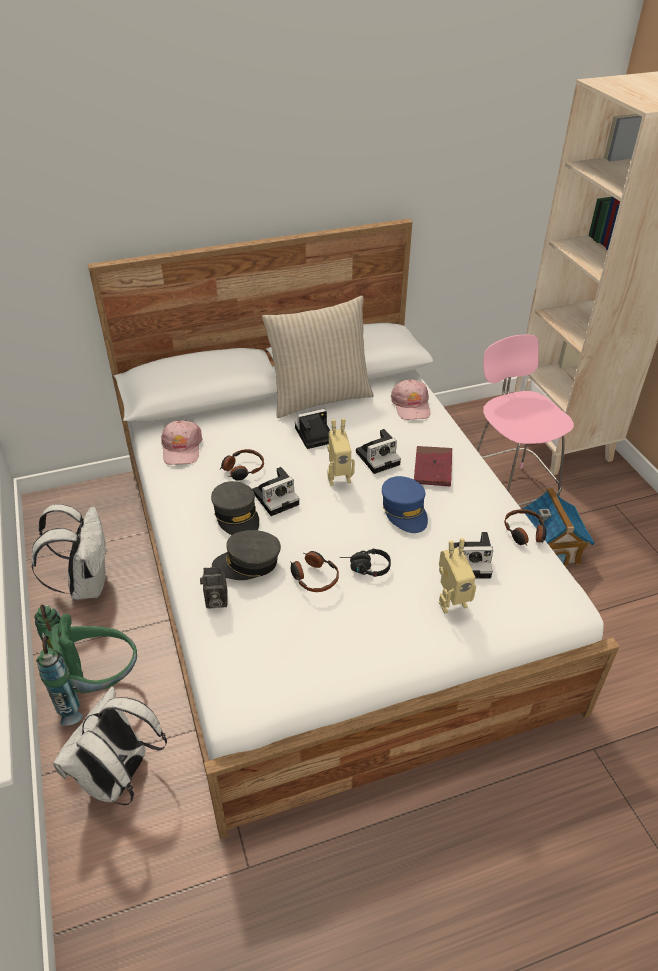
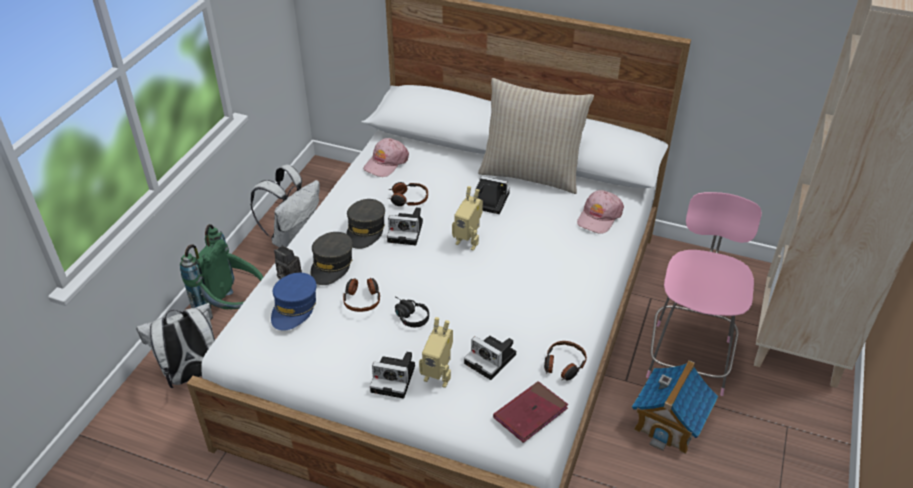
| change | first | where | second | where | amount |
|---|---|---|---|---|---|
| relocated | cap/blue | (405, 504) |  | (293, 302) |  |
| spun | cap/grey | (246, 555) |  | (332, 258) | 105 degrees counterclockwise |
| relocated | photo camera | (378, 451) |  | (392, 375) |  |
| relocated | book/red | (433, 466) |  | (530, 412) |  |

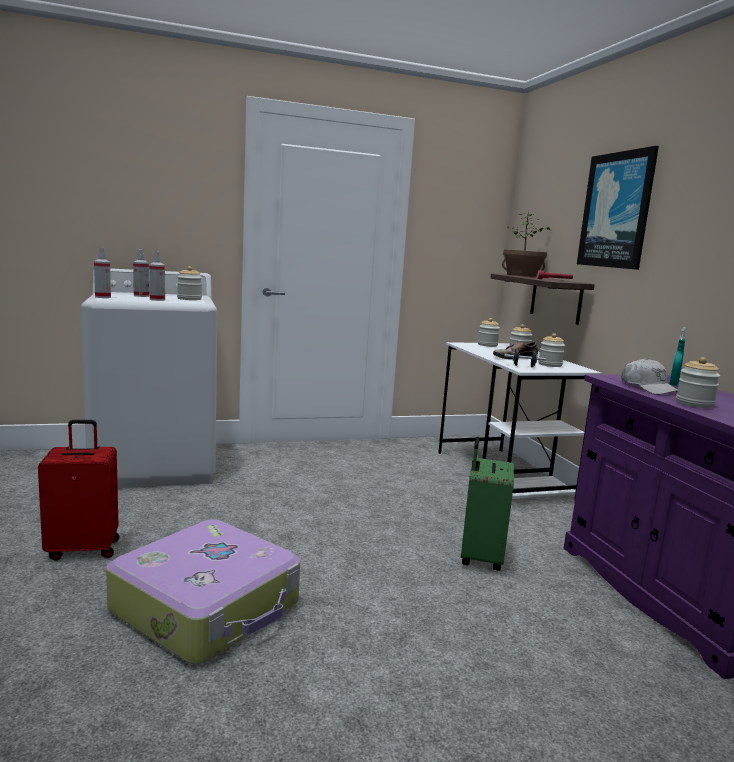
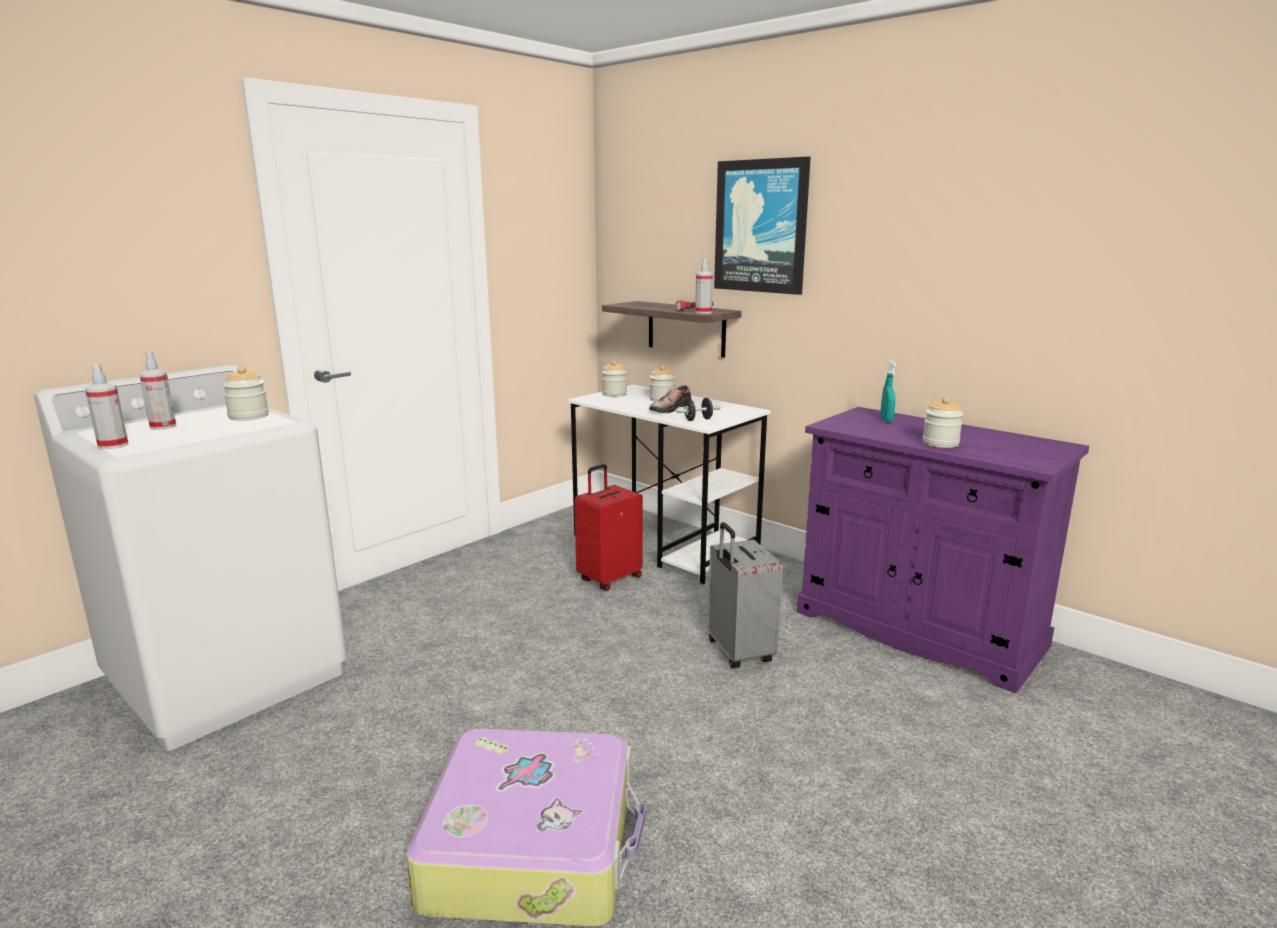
| change | first | where | second | where | amount |
|---|---|---|---|---|---|
| relocated | suitcase/red | (78, 490) |  | (608, 527) |  |
| relocated | spray bottle | (157, 276) |  | (704, 286) |  |
| colour | suitcase/green | (487, 504) | suitcase/grey | (745, 595) |  |
| missing | potted plant | (526, 244) |  |  |  |
| missing | jar | (551, 350) |  |  |  |
| missing | cap/white | (649, 376) |  |  |  |

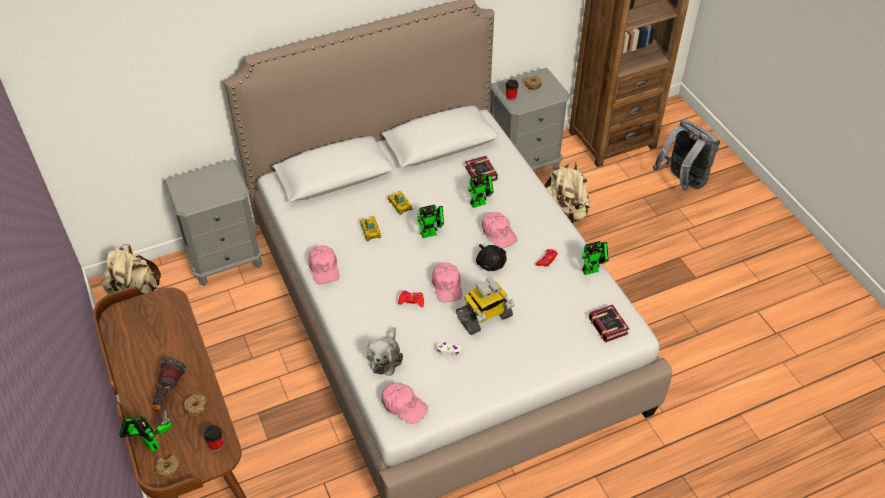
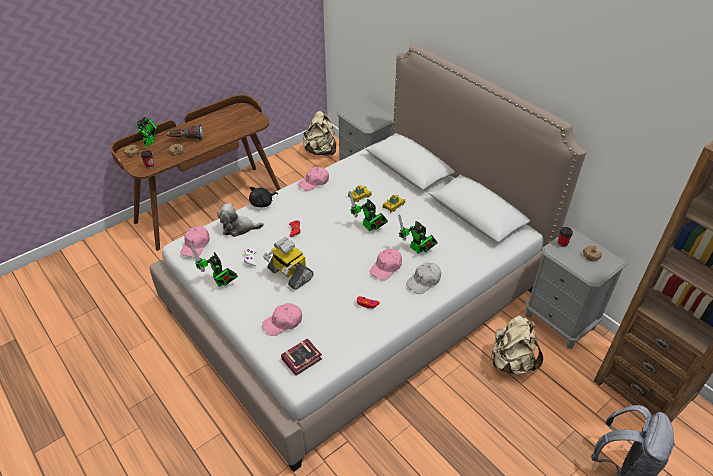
| change | first | where | second | where | amount |
|---|---|---|---|---|---|
| relocated | toy robot | (595, 258) |  | (214, 266) |  |
| relocated | plush toy/black | (491, 257) |  | (263, 197) |  |
| relocated | cap/pink | (447, 282) |  | (282, 319) |  |
| appeared |  |  | cap/white | (423, 278) |  |
| missing | book | (481, 168) |  |  |  |

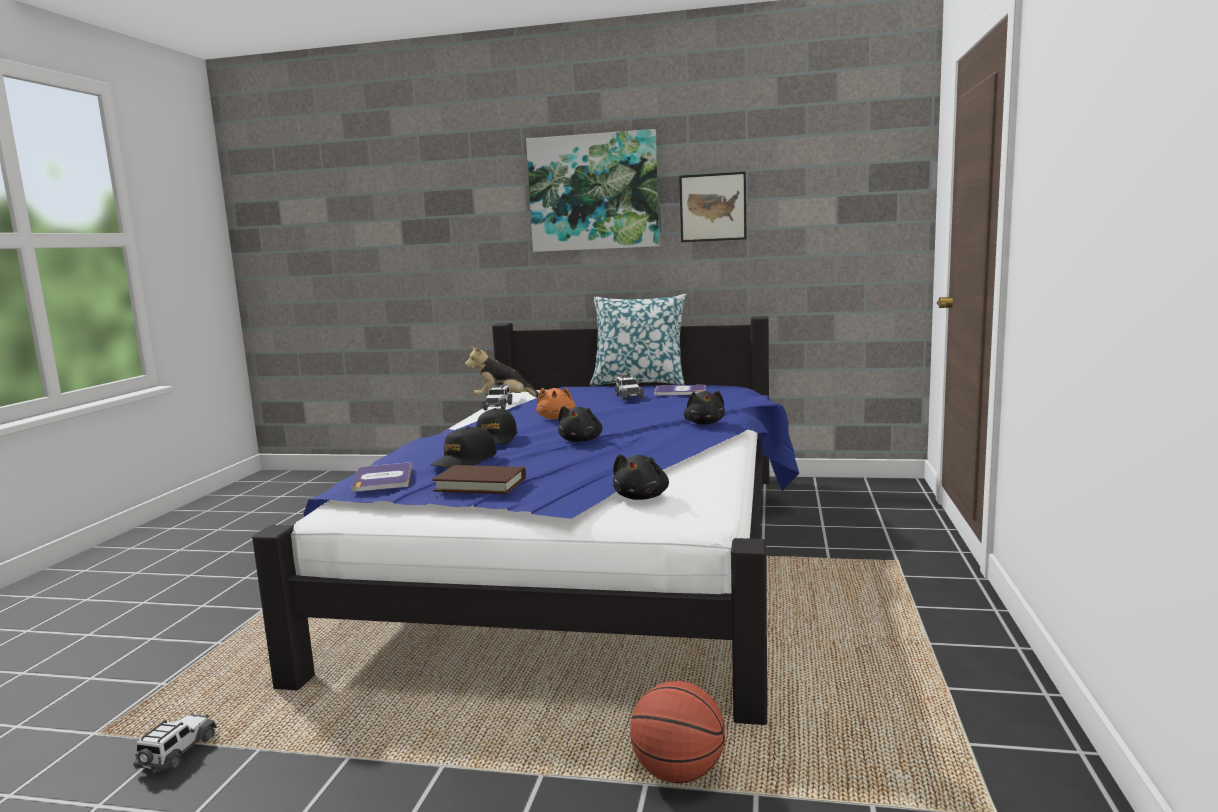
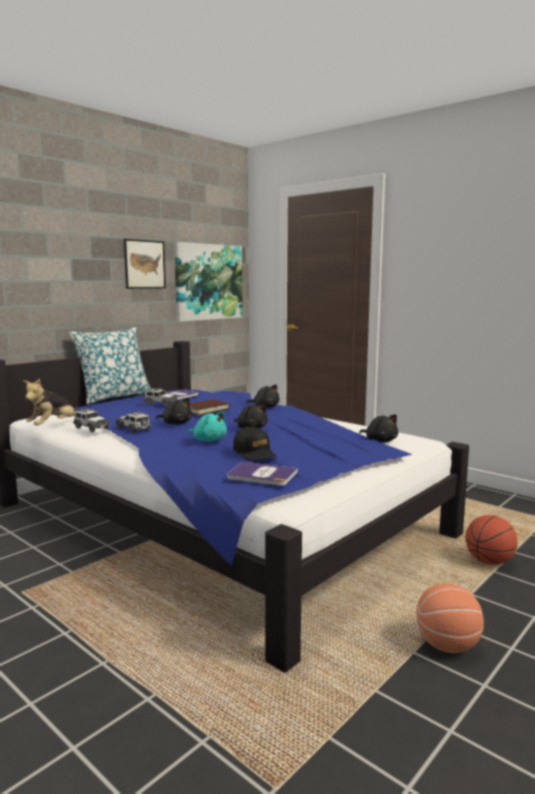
| change | first | where | second | where | amount |
|---|---|---|---|---|---|
| relocated | toy car | (175, 743) |  | (133, 422) |  |
| colour | plush toy/orange | (556, 403) | plush toy/black | (174, 411) |  |
| relocated | picture | (593, 190) |  | (208, 282) |  |
| exchanged | cap/black | (496, 426) | plush toy/turquoise | (207, 427) |  |
| relocated | book/brown | (479, 479) |  | (209, 407) |  |
| appeared |  |  | basketball | (450, 618) |  |

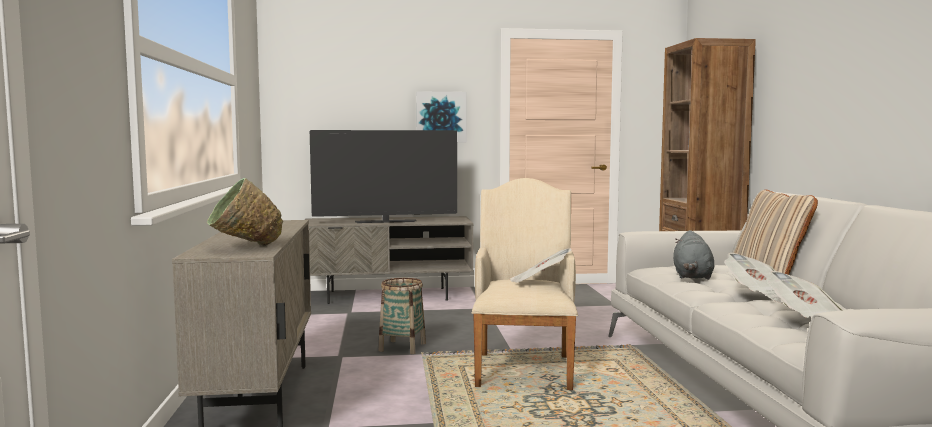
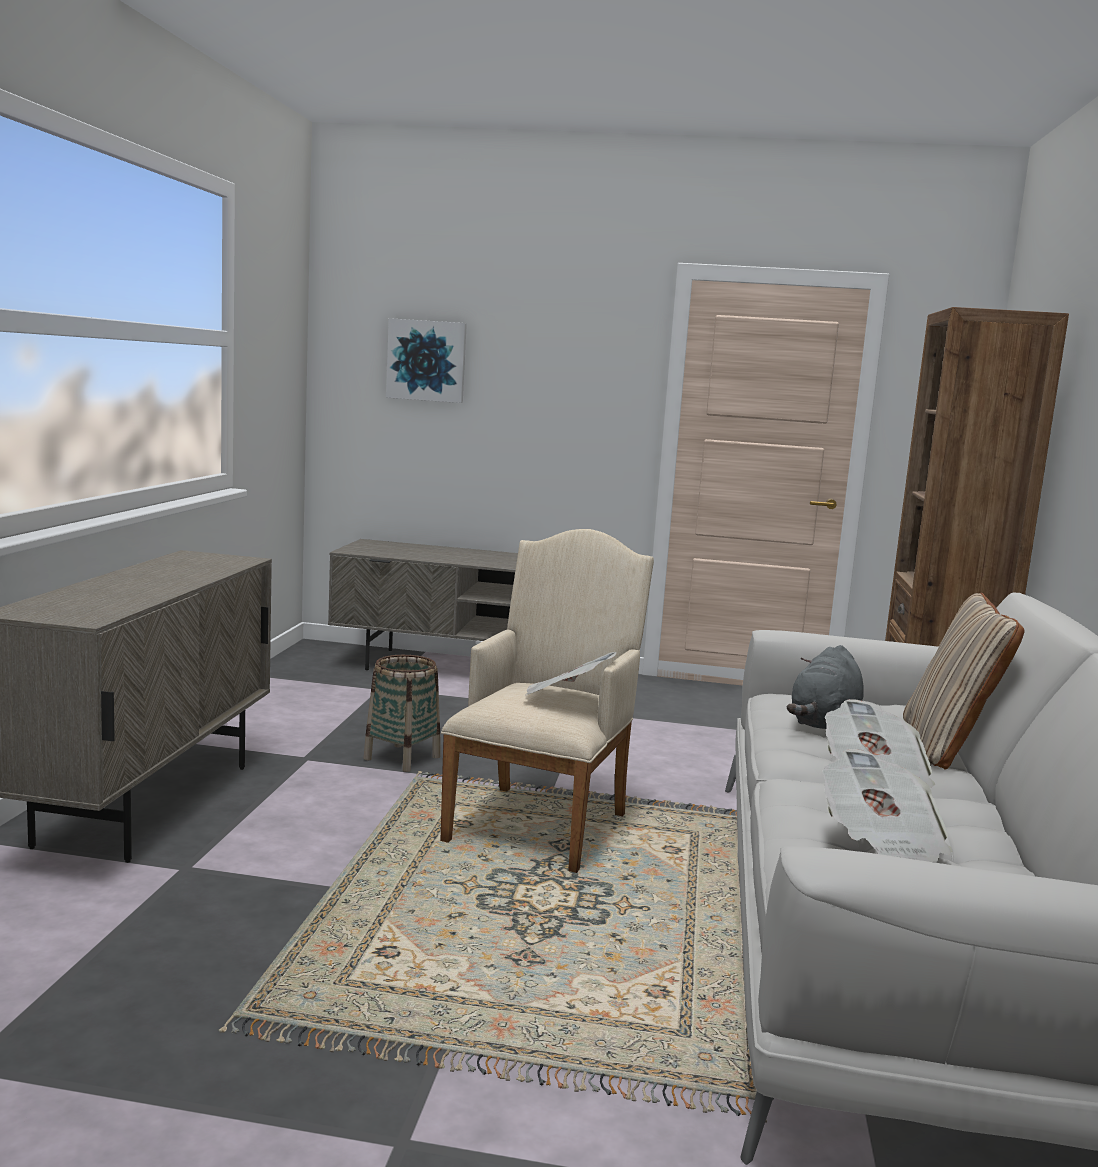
| change | first | where | second | where | amount |
|---|---|---|---|---|---|
| relocated | picture | (441, 116) |  | (426, 360) |  |
| missing | bowl/green | (245, 212) |  |  |  |
| missing | television | (383, 176) |  |  |  |

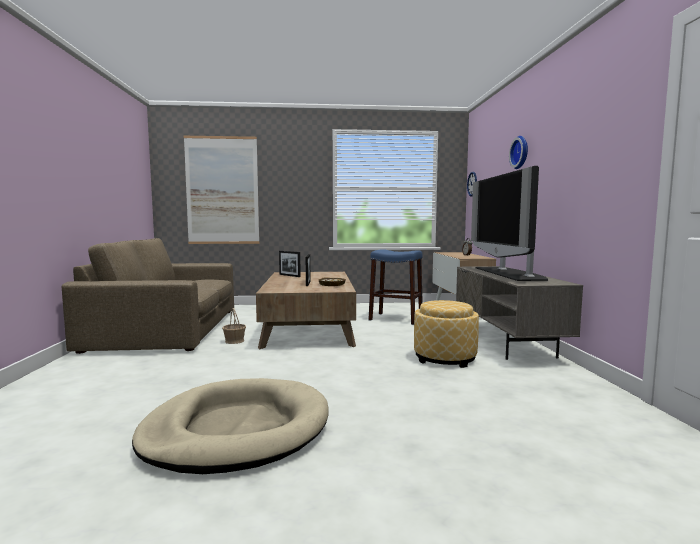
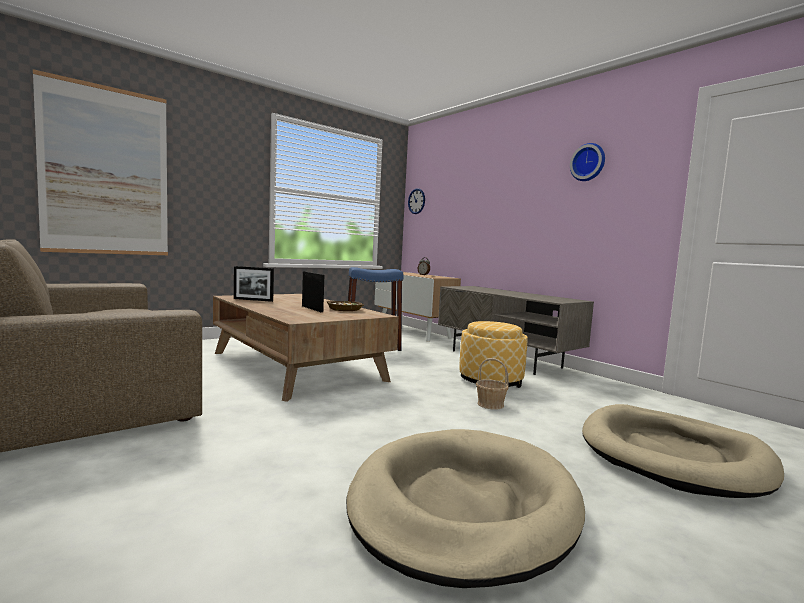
| change | first | where | second | where | amount |
|---|---|---|---|---|---|
| relocated | basket | (234, 326) |  | (492, 384) |  |
| relocated | wall clock | (518, 152) |  | (587, 162) |  |
| appeared |  |  | dog bed/beige | (683, 451) |  |
| missing | television | (509, 223) |  |  |  |

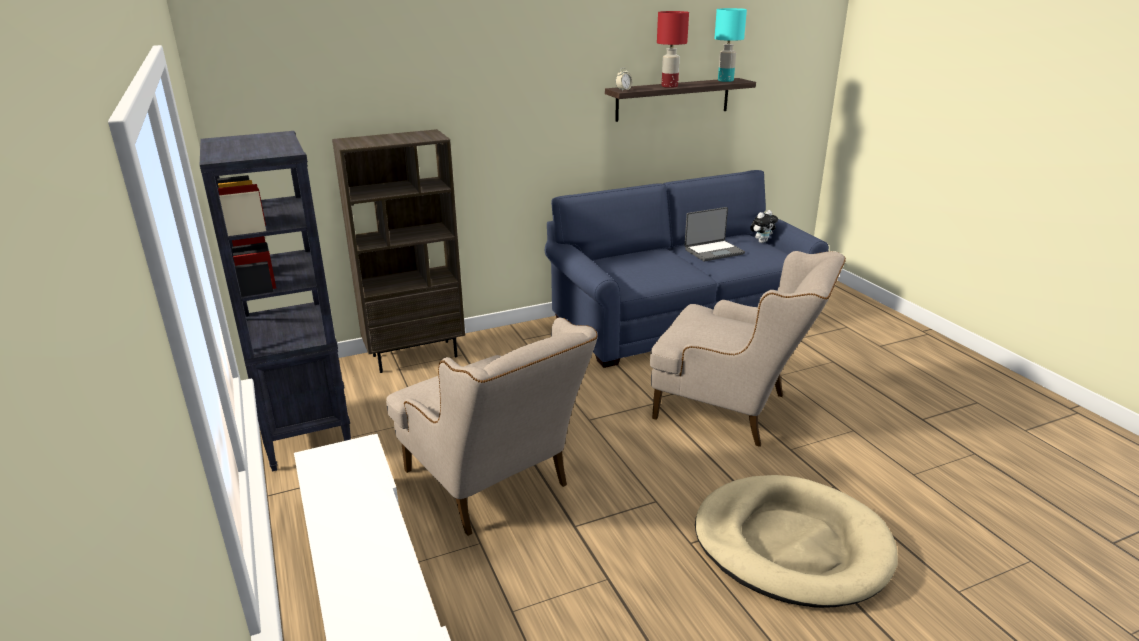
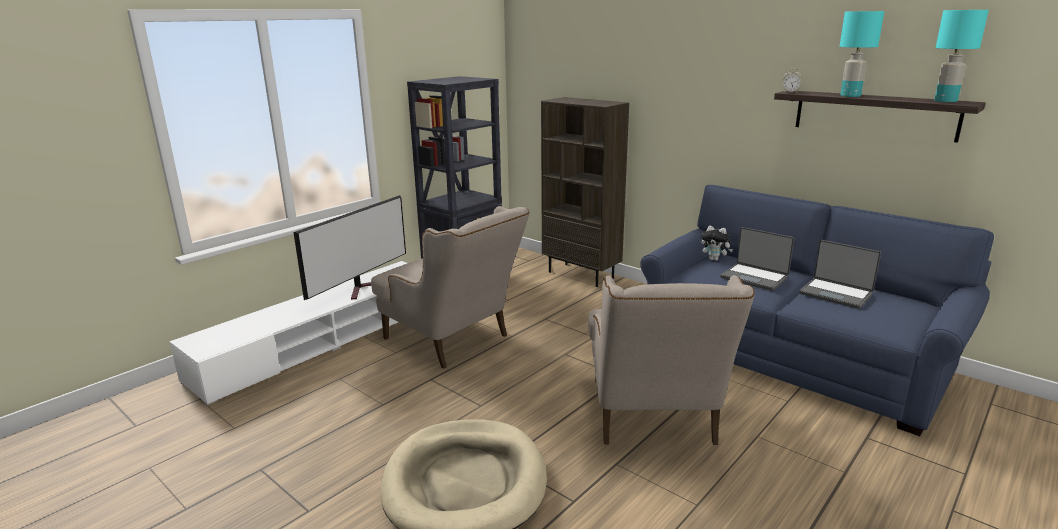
| change | first | where | second | where | amount |
|---|---|---|---|---|---|
| appeared |  |  | television | (349, 247) |  |
| spun | armchair/beige | (492, 427) |  | (450, 287) | 75 degrees counterclockwise |
| relocated | plush toy | (764, 226) |  | (717, 243) |  |
| appeared |  |  | laptop | (757, 259) |  |
| colour | table lamp/red | (673, 49) | table lamp/turquoise | (862, 54) |  |

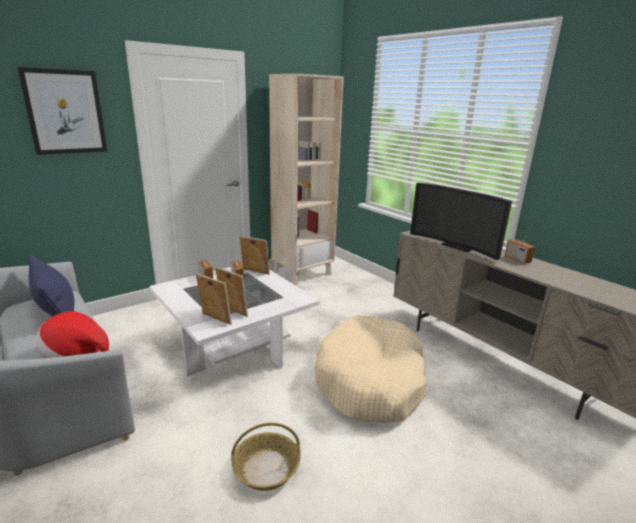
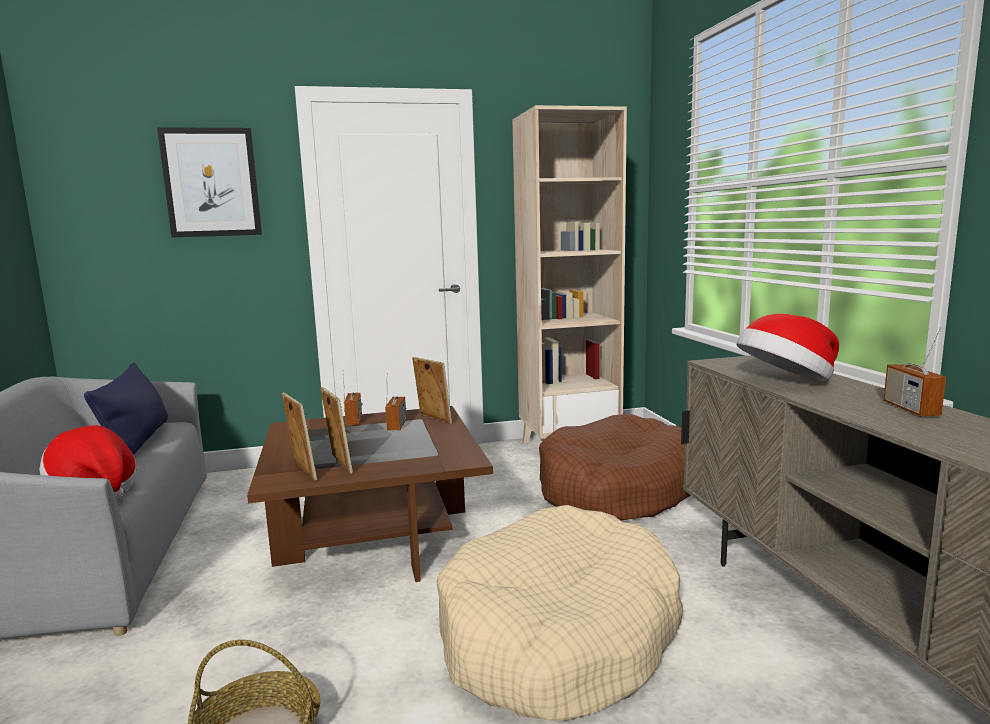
| change | first | where | second | where | amount |
|---|---|---|---|---|---|
| colour | coffee table/white | (234, 320) | coffee table/brown | (370, 494) |  |
| appeared |  |  | dog bed/brown | (615, 467) |  |
| exchanged | television | (461, 221) | hat | (787, 348) |  |

